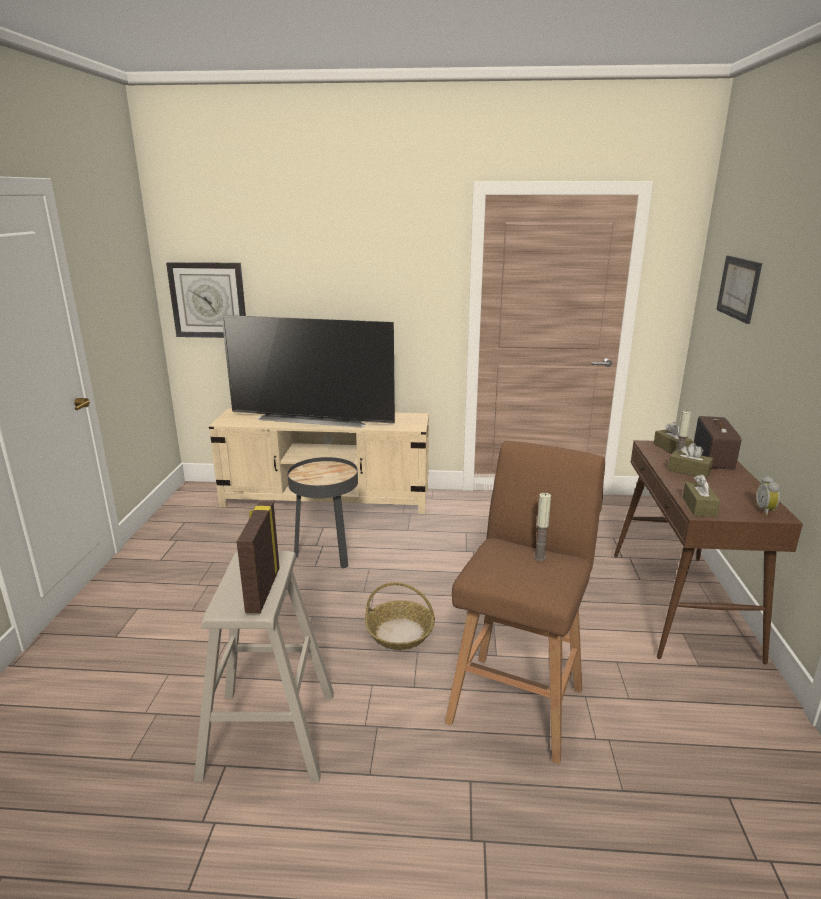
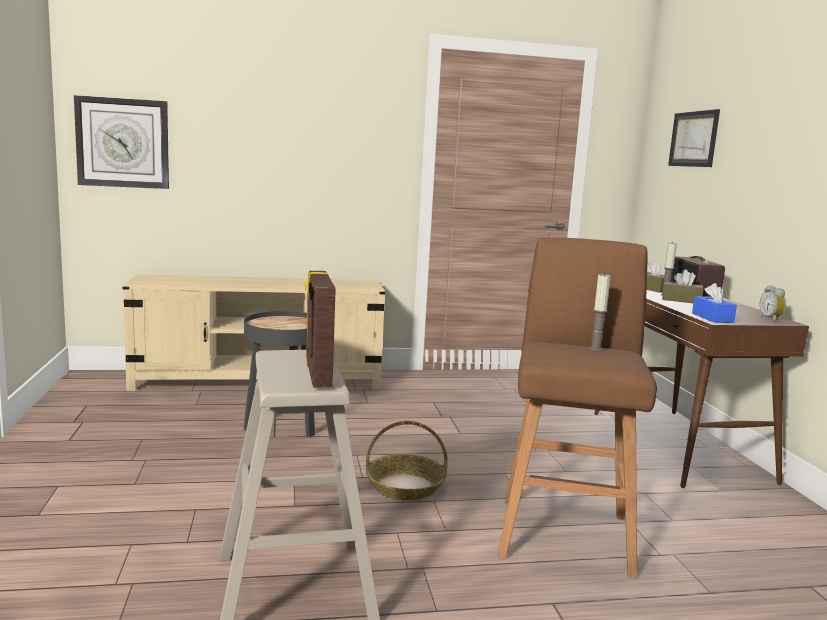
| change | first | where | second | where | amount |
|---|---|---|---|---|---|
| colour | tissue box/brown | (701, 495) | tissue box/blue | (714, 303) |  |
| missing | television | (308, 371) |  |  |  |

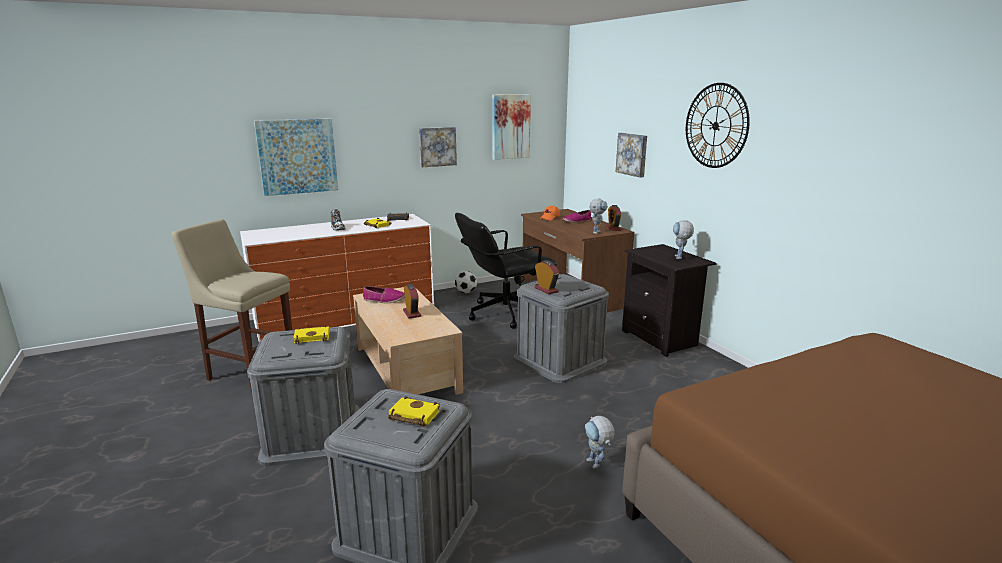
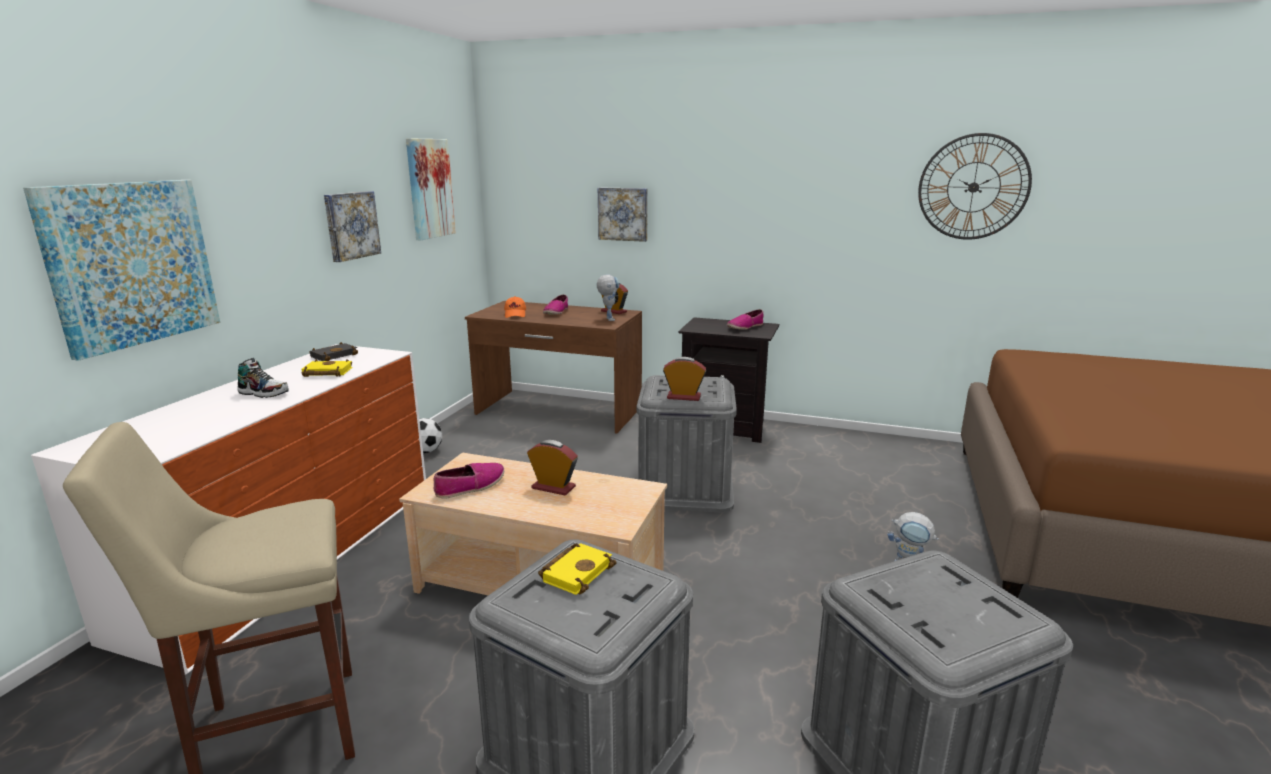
| change | first | where | second | where | amount |
|---|---|---|---|---|---|
| exchanged | toy robot | (683, 239) | shoe | (745, 319) |  |
| relocated | wall clock | (718, 125) |  | (975, 186) |  |
| missing | book/yellow | (414, 411) |  |  |  |
| missing | office chair/black | (506, 271) |  |  |  |

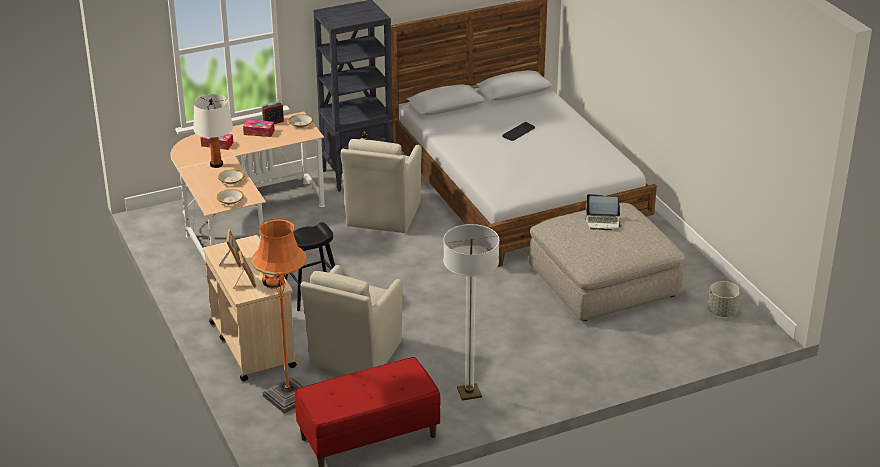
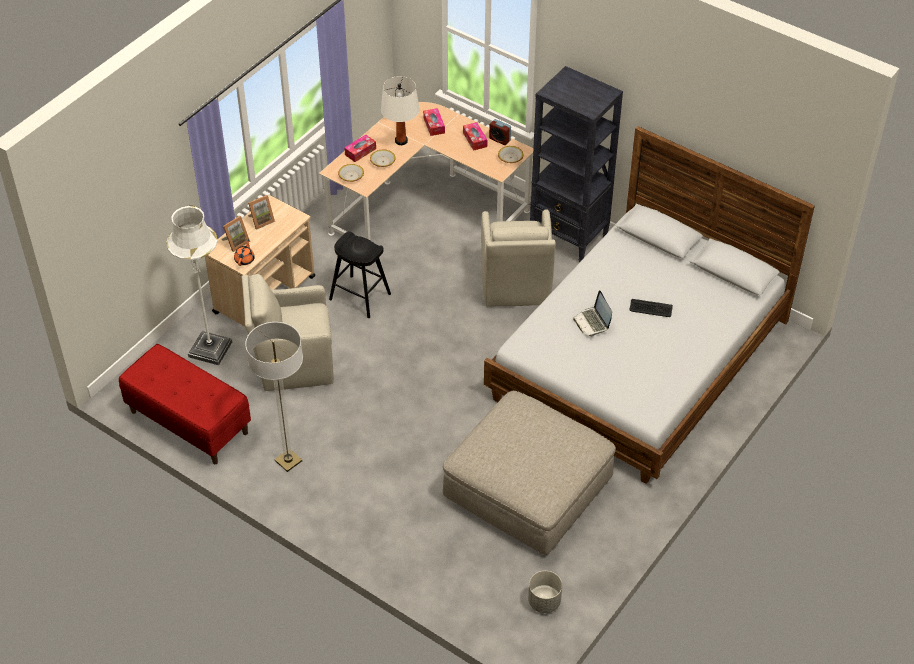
| change | first | where | second | where | amount |
|---|---|---|---|---|---|
| colour | floor lamp/orange | (279, 316) | floor lamp/white | (199, 285) |  |
| appeared |  |  | tissue box | (360, 148) |  |
| spun | armchair/beige | (381, 185) |  | (518, 258) | 75 degrees counterclockwise |
| relocated | laptop | (603, 212) |  | (592, 313) |  |

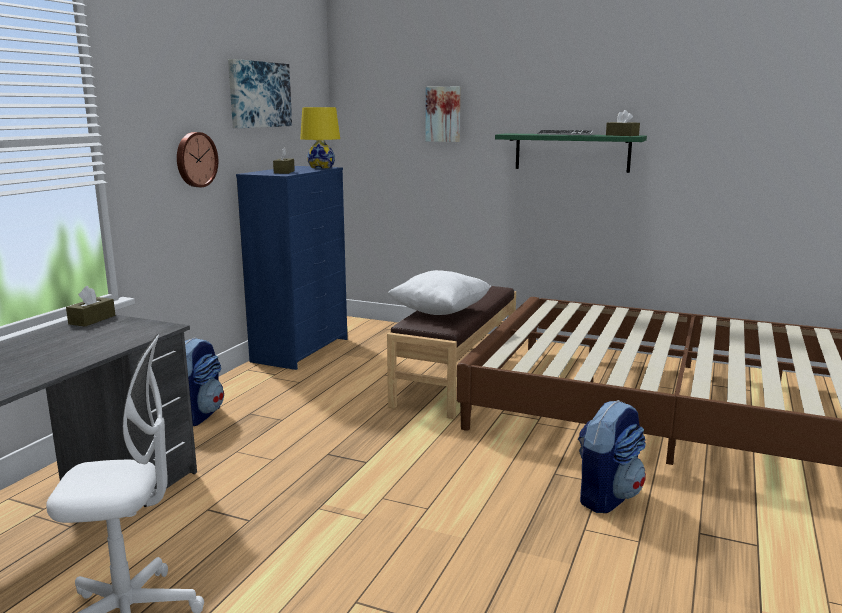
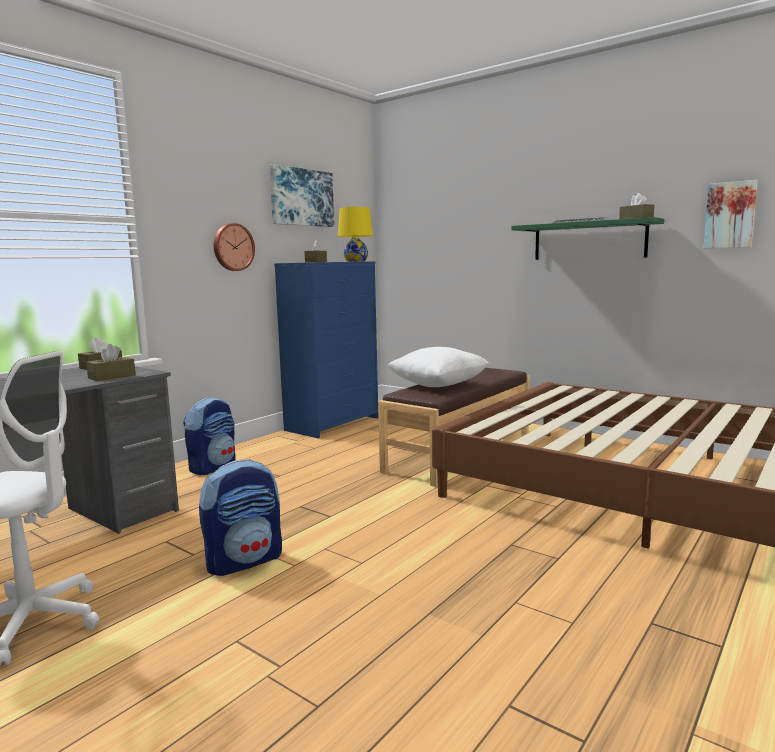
| change | first | where | second | where | amount |
|---|---|---|---|---|---|
| appeared |  |  | tissue box/brown | (111, 362) |  |
| relocated | backpack | (612, 456) |  | (240, 517) |  |
| relocated | picture | (443, 114) |  | (730, 214) |  |

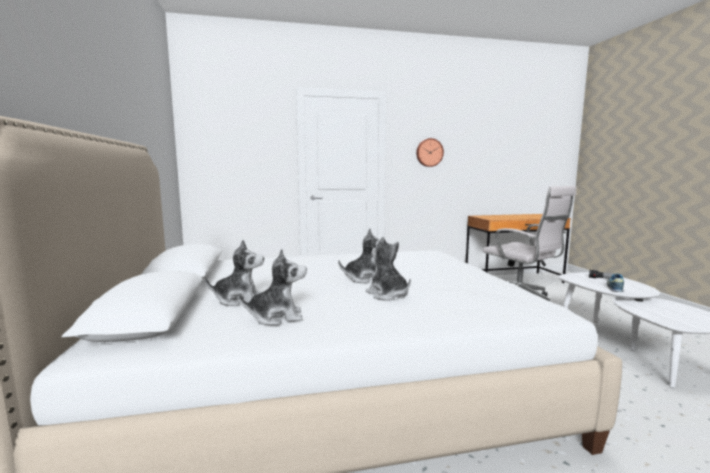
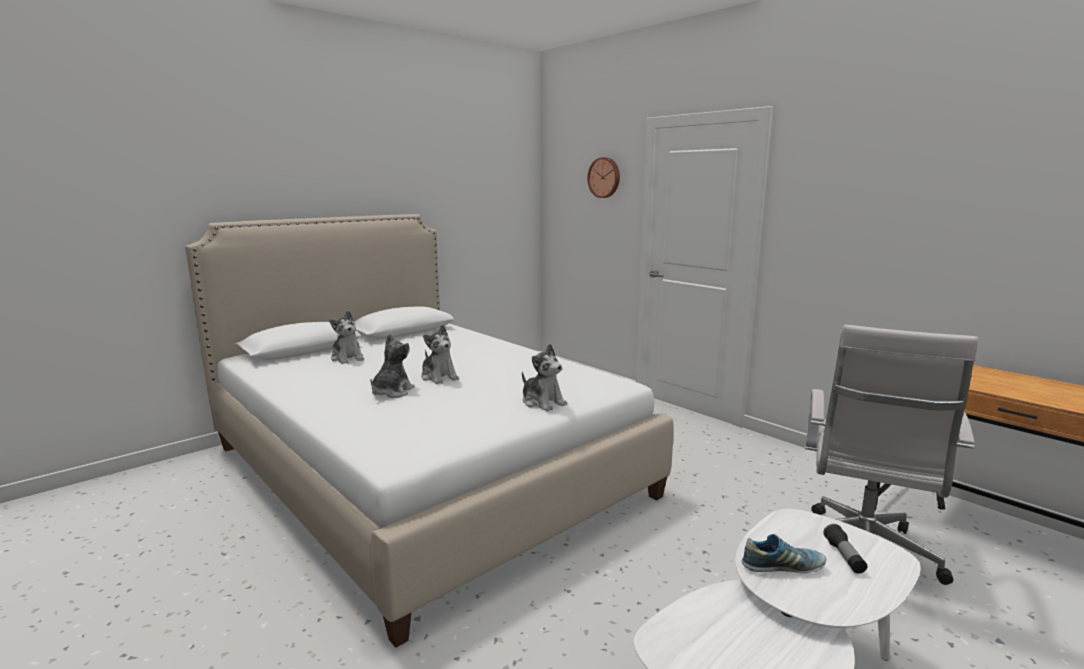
| change | first | where | second | where | amount |
|---|---|---|---|---|---|
| relocated | plush toy | (272, 287) |  | (544, 377) |  |
| relocated | wall clock | (430, 152) |  | (603, 177) |  |

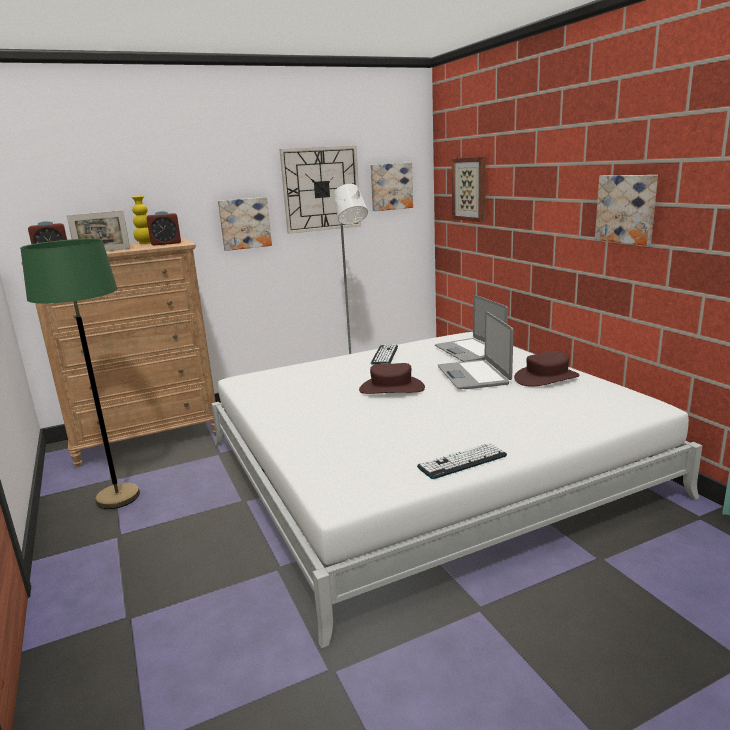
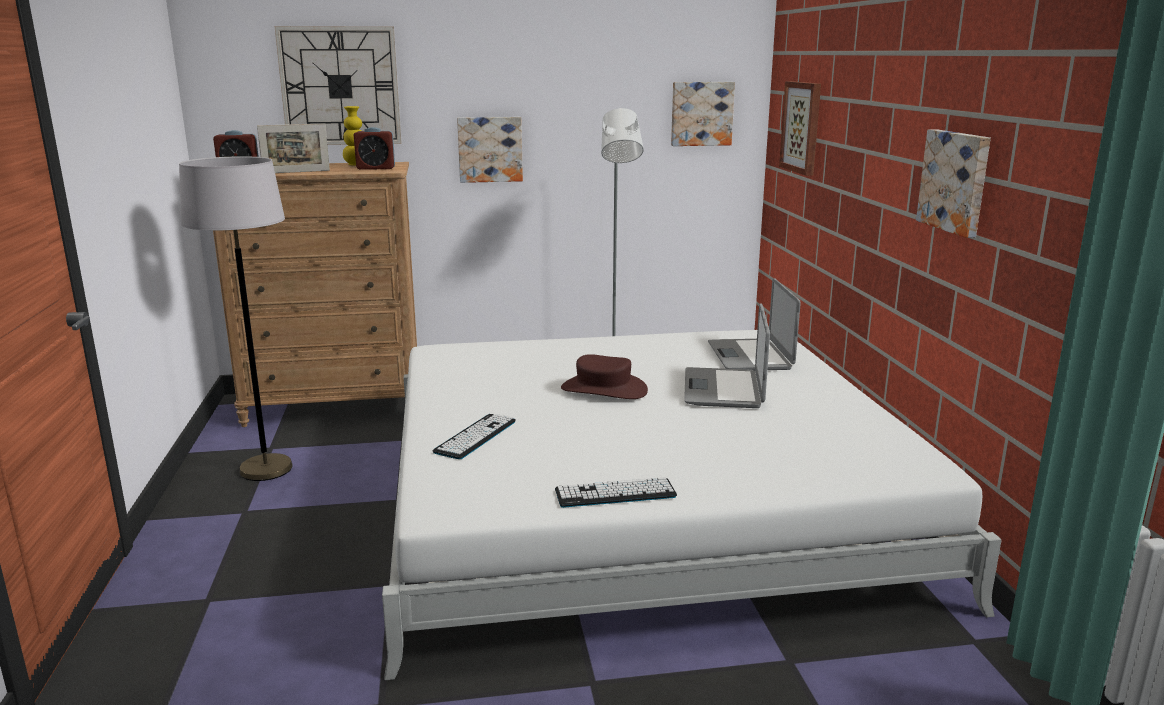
| change | first | where | second | where | amount |
|---|---|---|---|---|---|
| colour | floor lamp/green | (80, 373) | floor lamp/grey | (235, 318) |  |
| relocated | wall clock | (320, 190) |  | (338, 85) |  |
| relocated | keyboard | (384, 354) |  | (474, 436) |  |
| missing | hat/brown | (547, 369) |  |  |  |

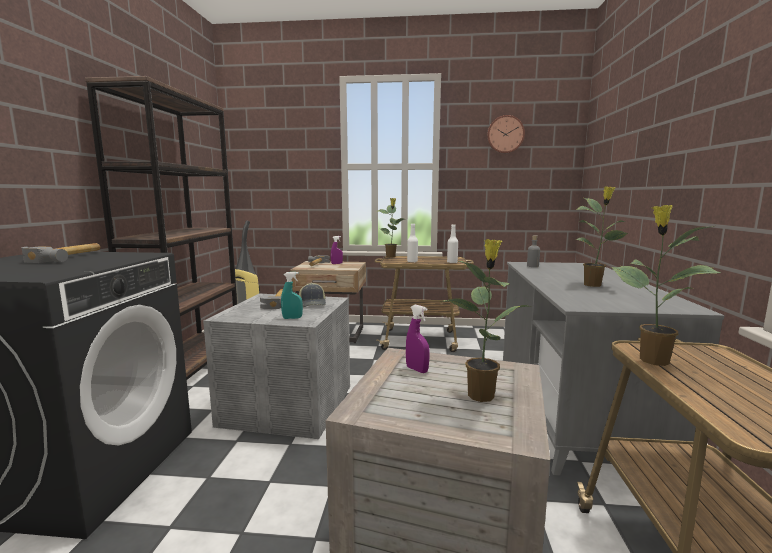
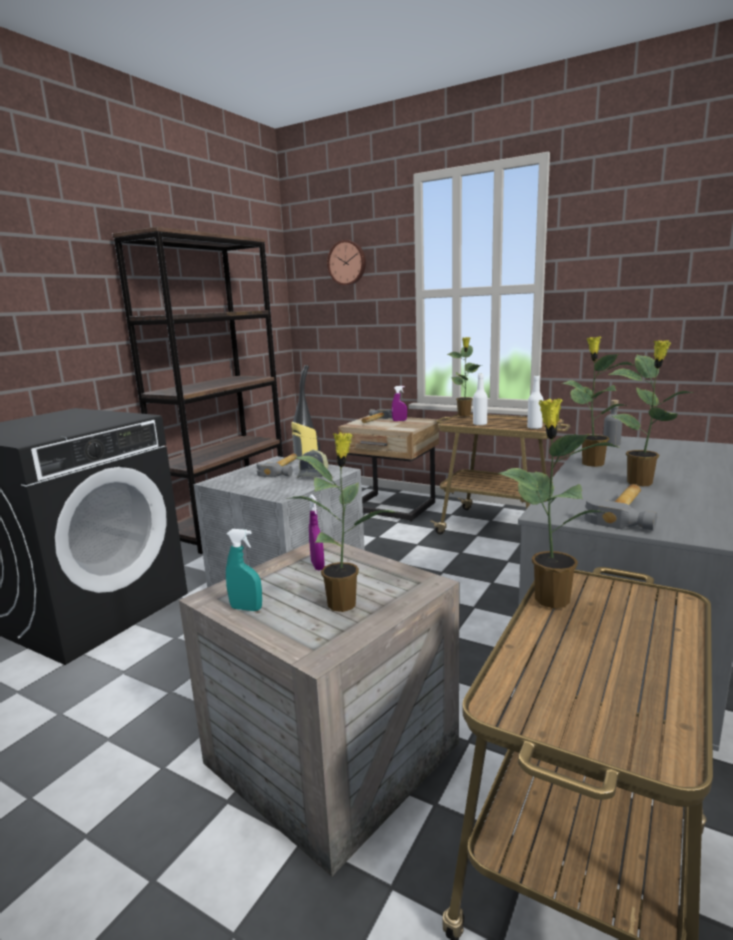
| change | first | where | second | where | amount |
|---|---|---|---|---|---|
| relocated | spray bottle/turquoise | (292, 295) |  | (244, 570) |  |
| relocated | wall clock | (506, 134) |  | (346, 262) |  |
| appeared |  |  | potted plant | (598, 401) |  |
| relocated | hammer | (61, 253) |  | (621, 507) |  |

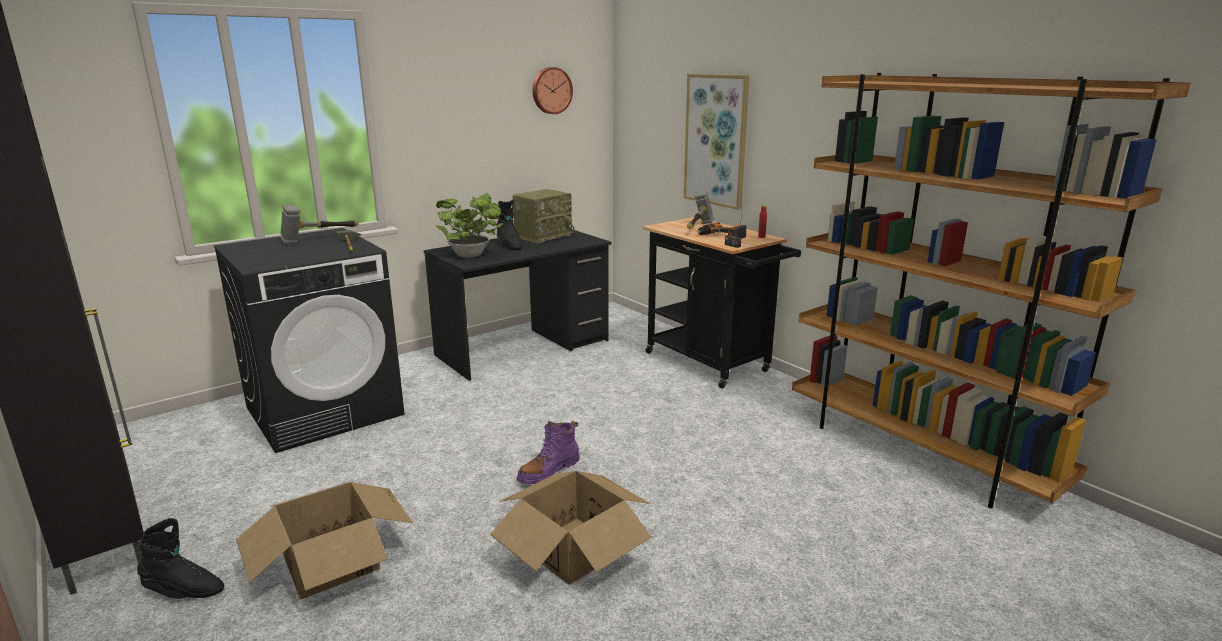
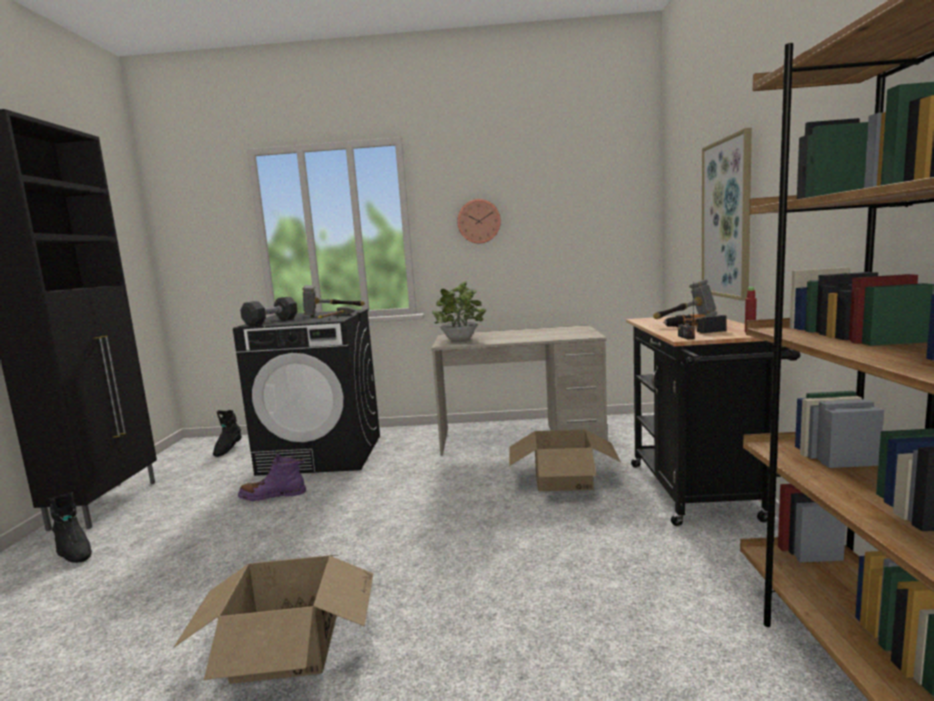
| change | first | where | second | where | amount |
|---|---|---|---|---|---|
| relocated | boot/black | (509, 225) |  | (227, 433) |  |
| relocated | boot/purple | (548, 452) |  | (272, 477) |  |
| appeared |  |  | dumbbell/black | (269, 311) |  |
| colour | desk/black | (518, 305) | desk/beige | (519, 390) |  |
| relocated | wall clock | (552, 90) |  | (479, 221) |  |
| relocated | cardboard box | (324, 540) |  | (565, 460) |  |
| missing | radio | (543, 216) |  |  |  |

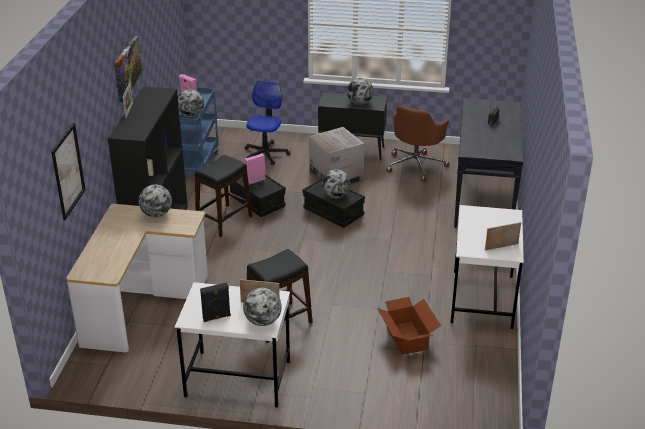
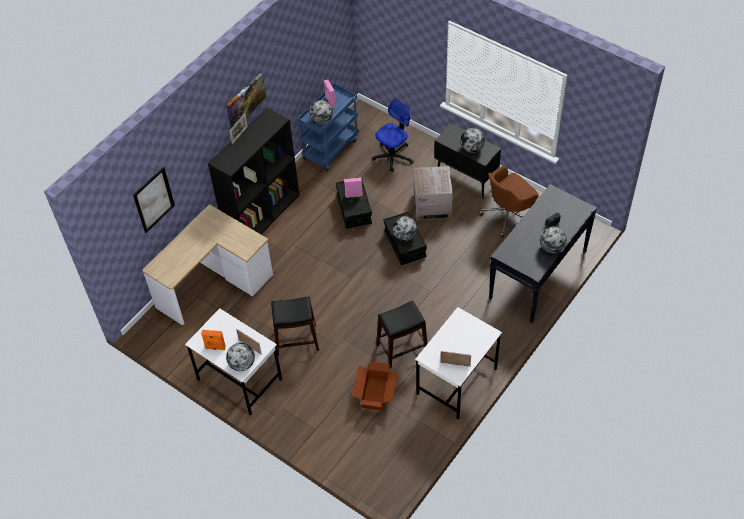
| change | first | where | second | where | amount |
|---|---|---|---|---|---|
| colour | speaker/black | (215, 302) | speaker/orange | (213, 340) |  |
| relocated | stool/black | (223, 196) |  | (401, 334) |  |
| relocated | globe | (155, 200) |  | (553, 239) |  |

